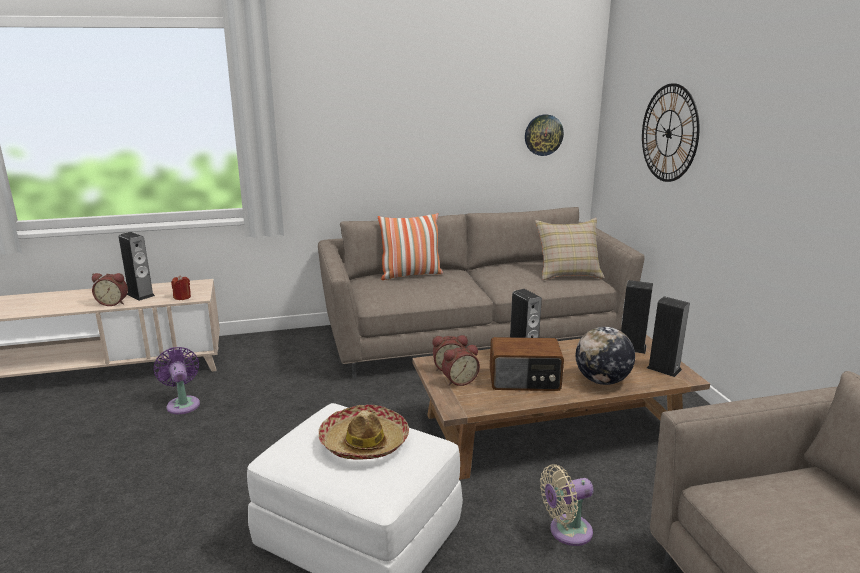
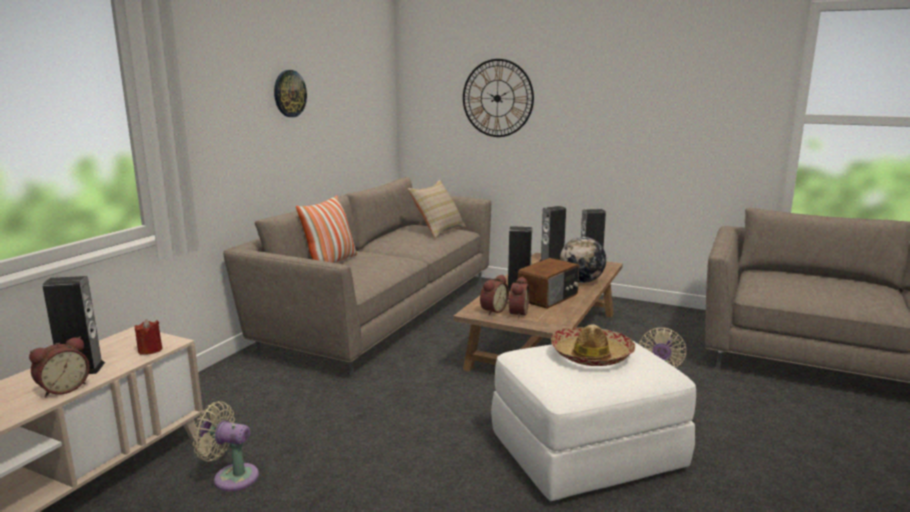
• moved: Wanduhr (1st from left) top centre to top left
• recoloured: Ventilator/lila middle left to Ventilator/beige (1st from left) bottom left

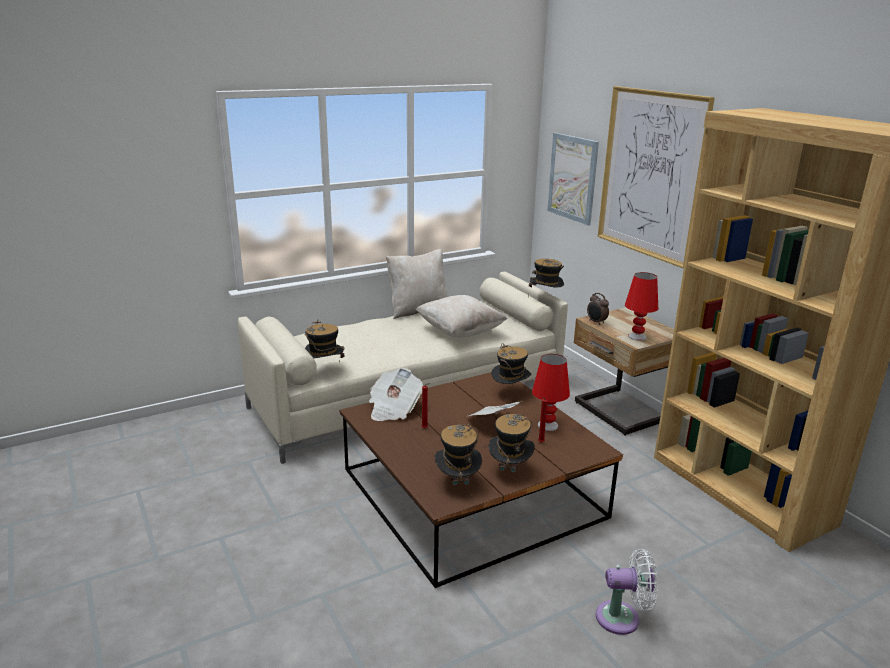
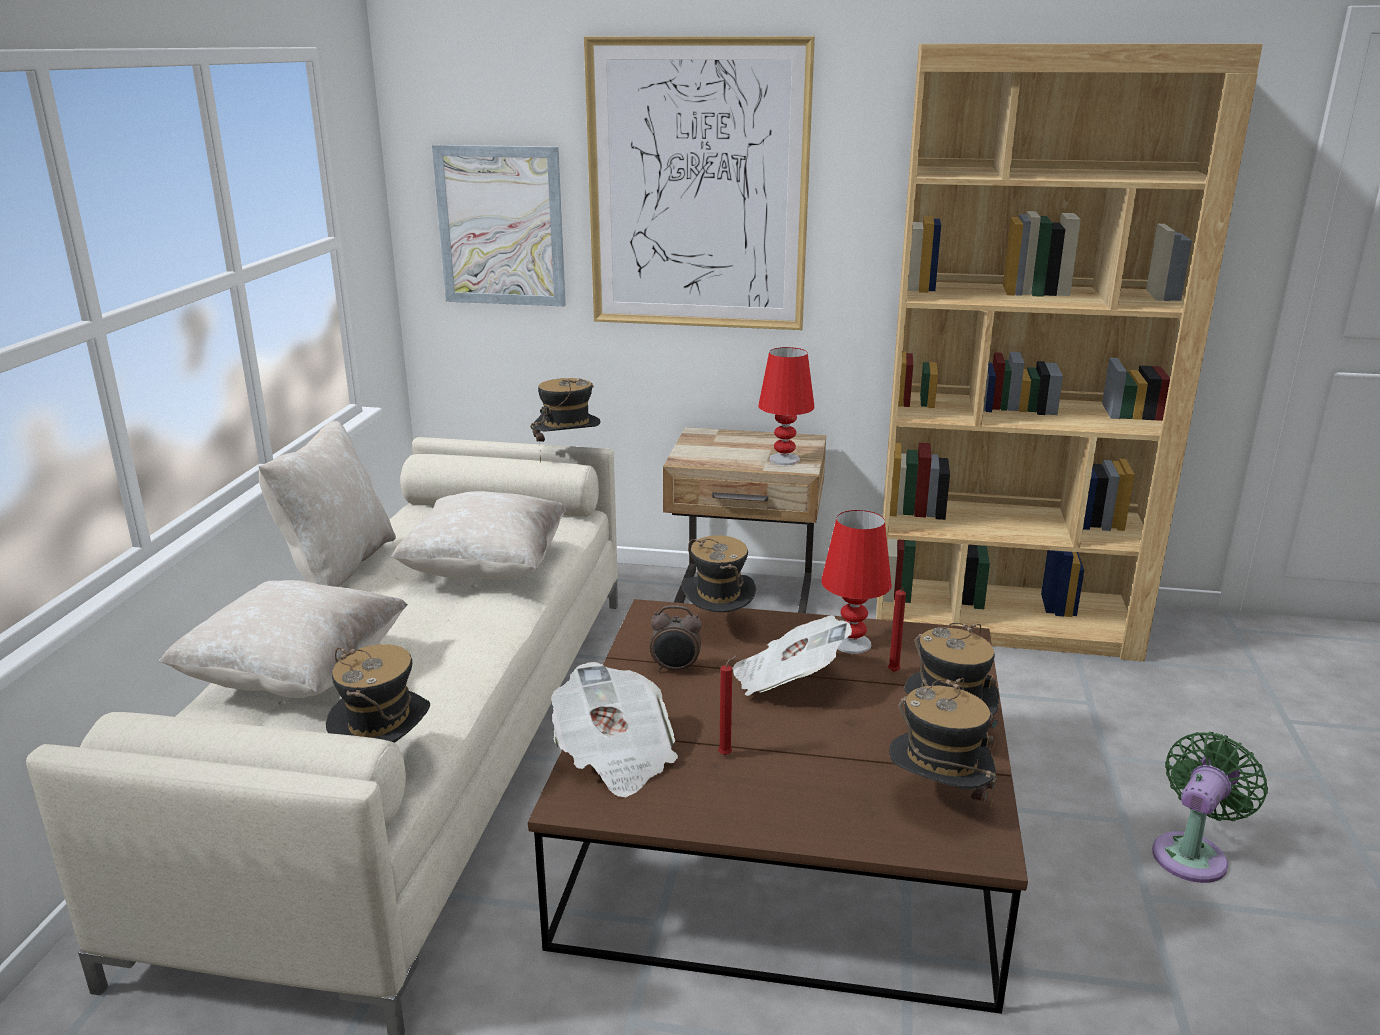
• moved: Wecker middle right to centre
• recoloured: Ventilator/weiß bottom right to Ventilator/grün bottom right
• added: Kissen/beige (1st from left) middle left

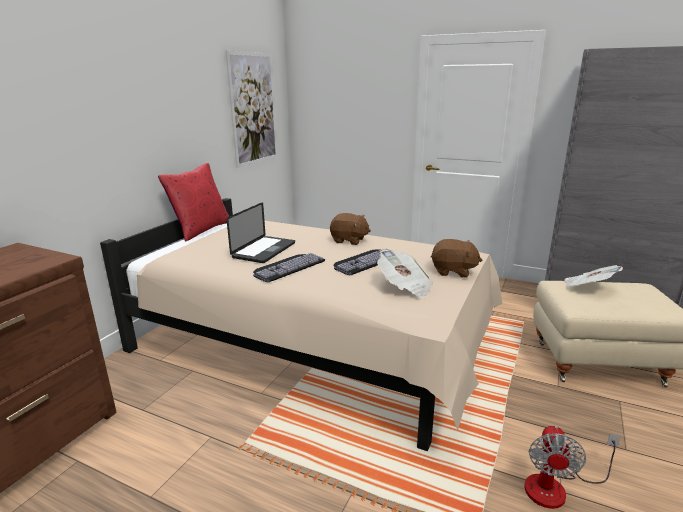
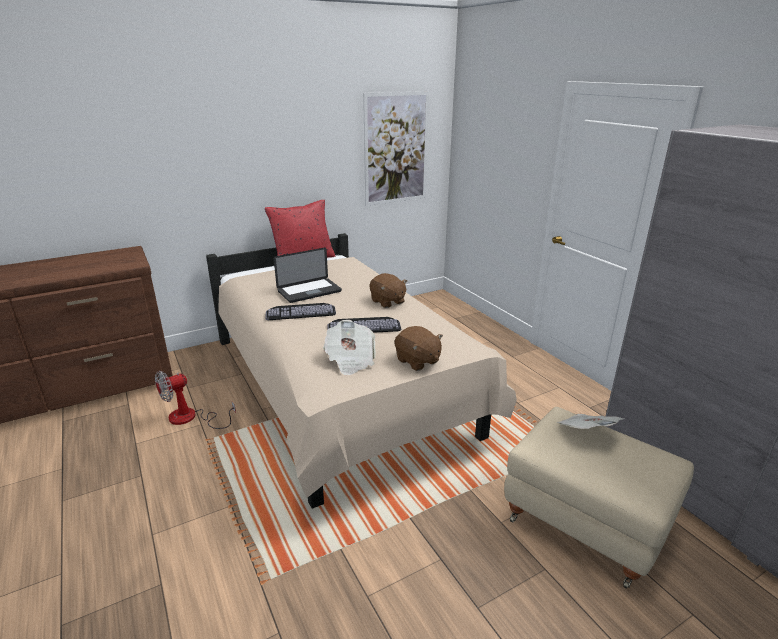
• moved: Ventilator bottom right to middle left

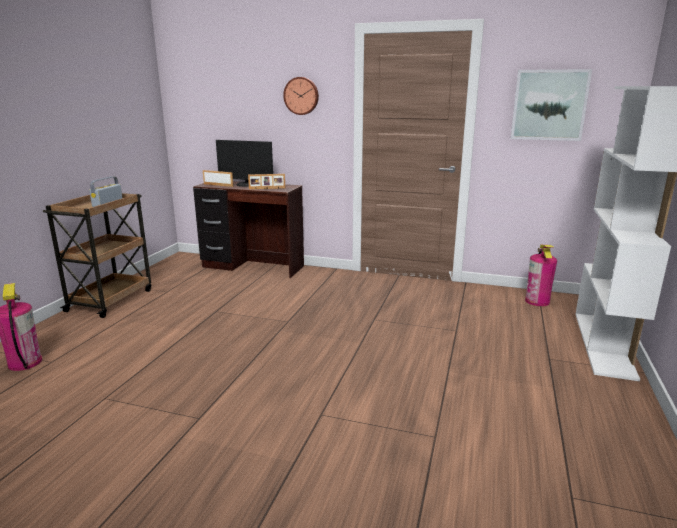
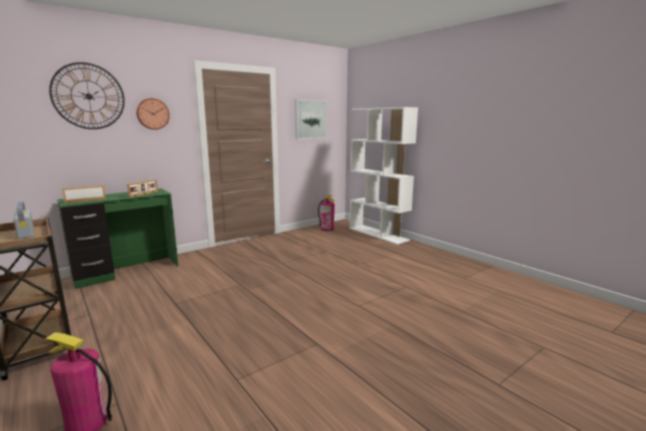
• removed: Monitor top centre
• recoloured: Schreibtisch/braun centre to Schreibtisch/grün middle left
• added: Wanduhr (1st from left) top left

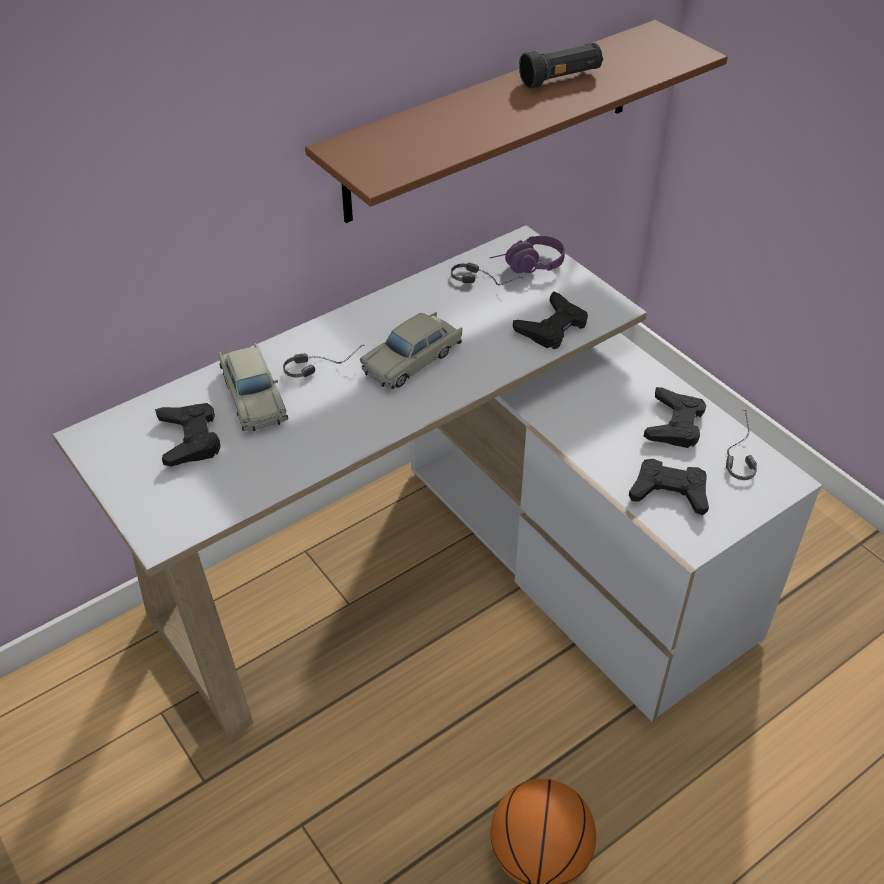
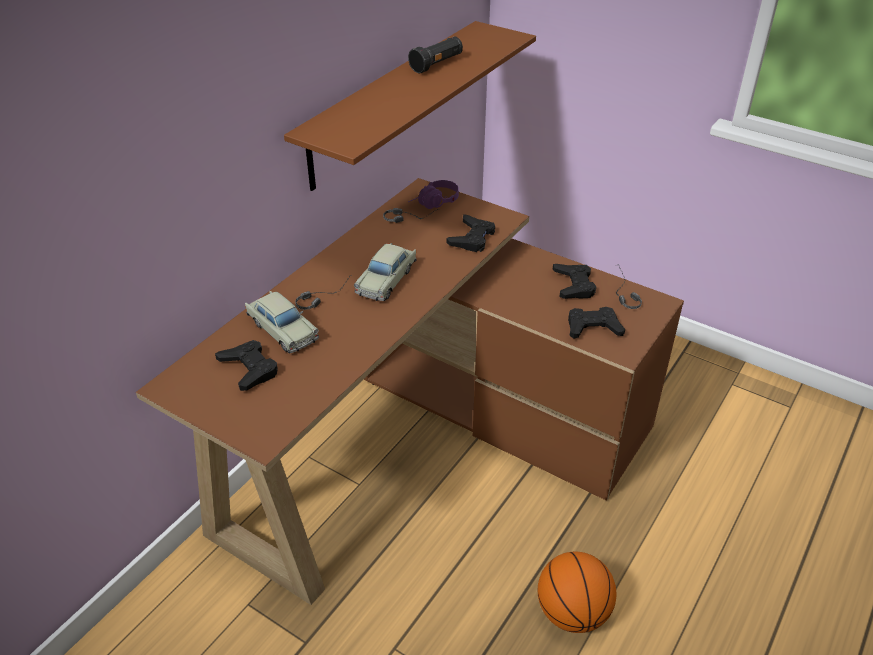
• recoloured: Schreibtisch/weiß centre to Schreibtisch/braun centre

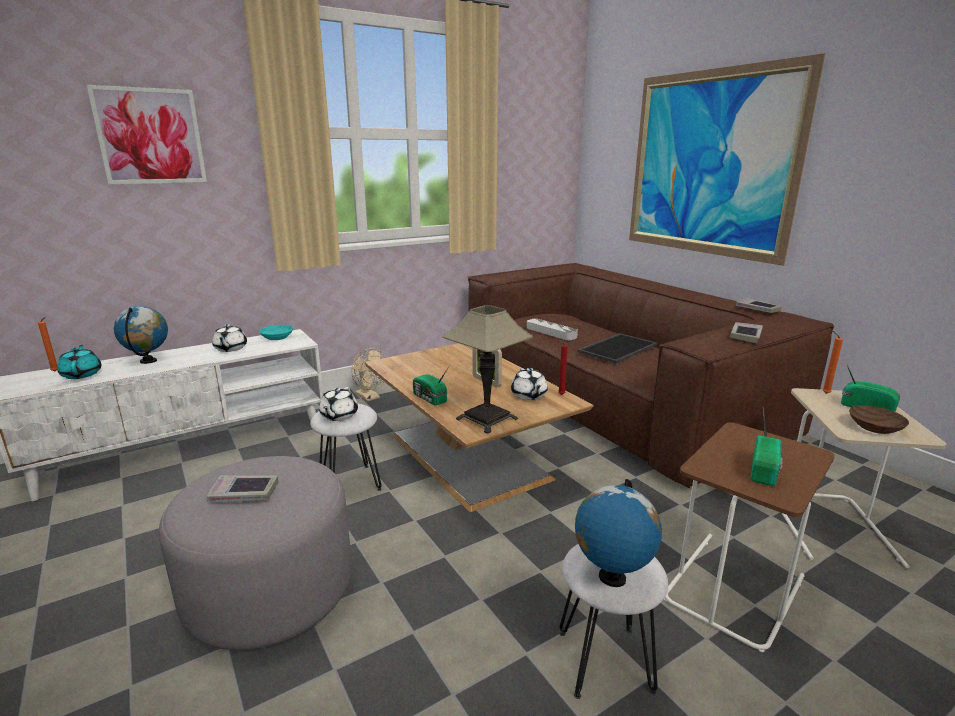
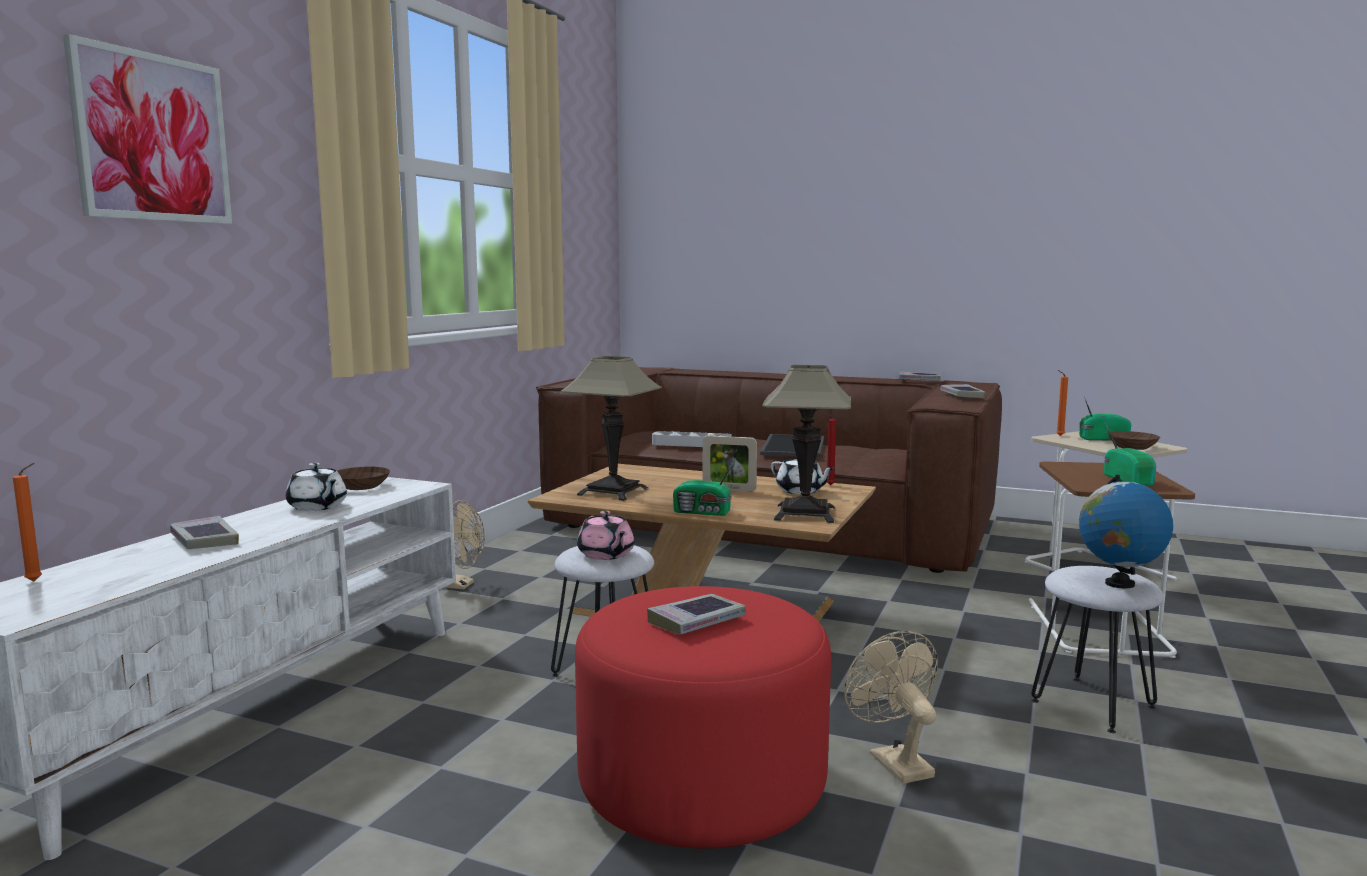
• removed: Bild (2nd from left) top right
• replaced: Globus (1st from left) middle left to Buch (1st from left) middle left
• recoloured: Schüssel/türkis middle left to Schüssel/braun (1st from left) middle left
• removed: Teekanne/türkis middle left
• recoloured: Teekanne/weiß (2nd from left) centre to Teekanne/rosa centre
• recoloured: Polsterhocker/grau bottom left to Polsterhocker/rot bottom centre
• added: Tischlampe (1st from left) centre
• added: Ventilator/beige (2nd from left) bottom centre

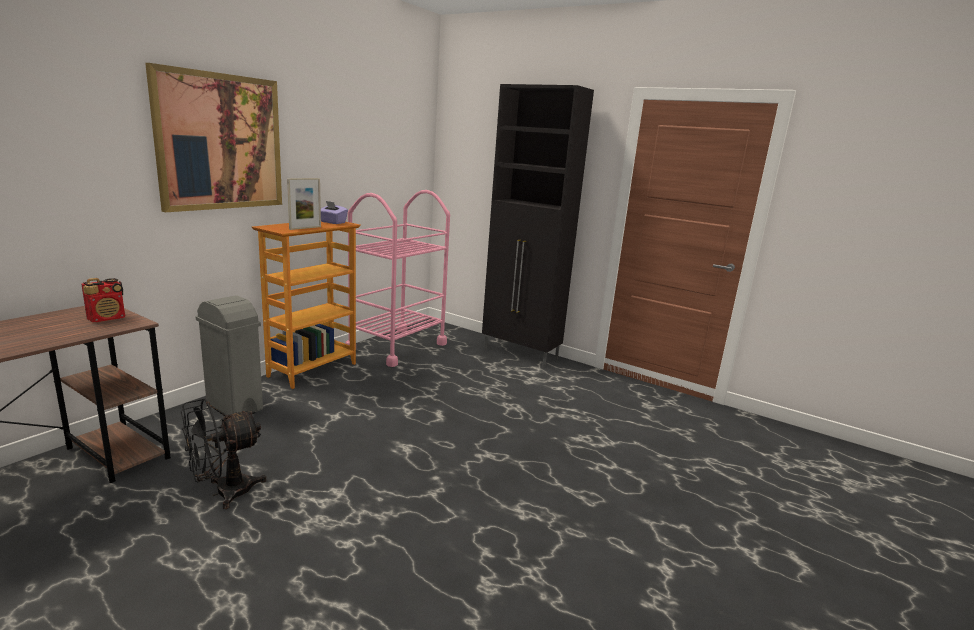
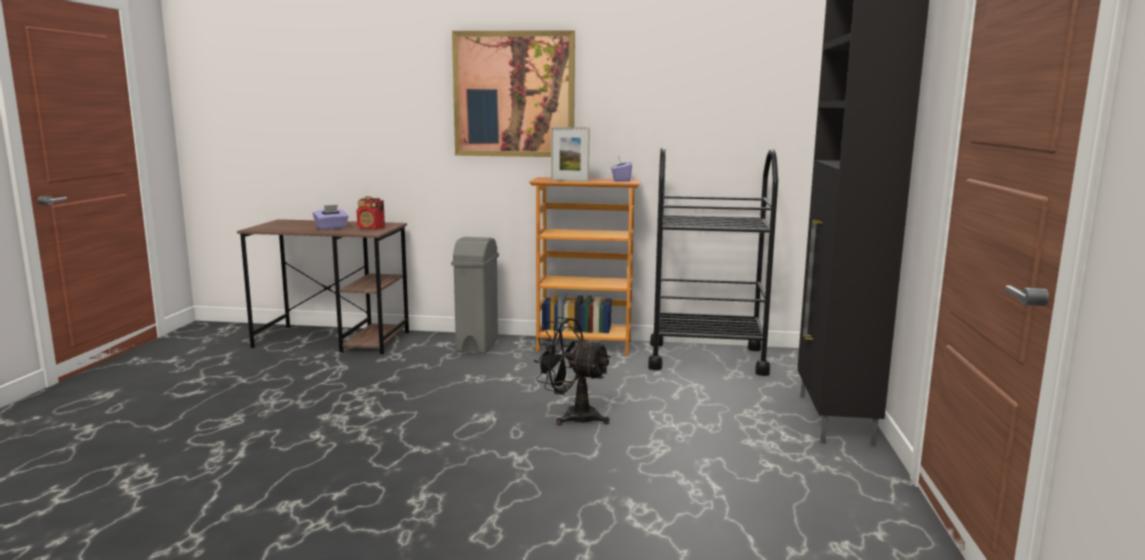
• recoloured: Rollwagen/rosa centre to Rollwagen/schwarz centre
• moved: Ventilator/schwarz bottom left to centre
• added: Taschentuchbox/lila (1st from left) middle left

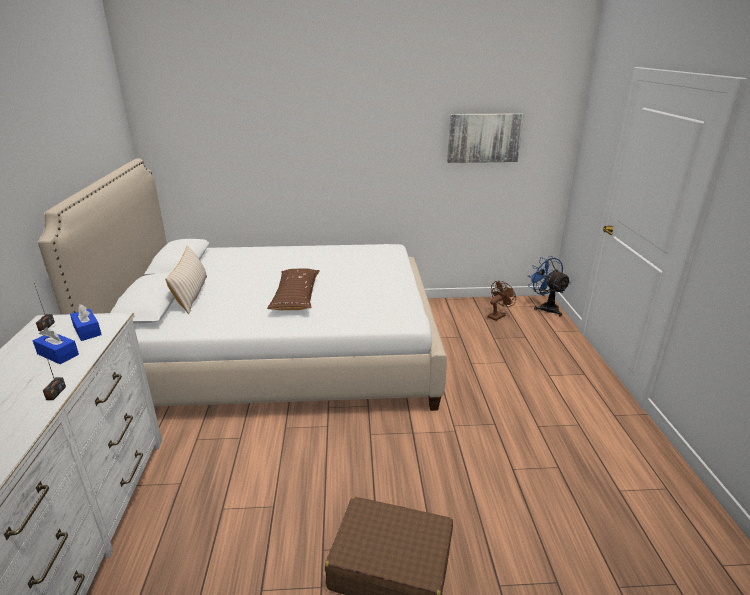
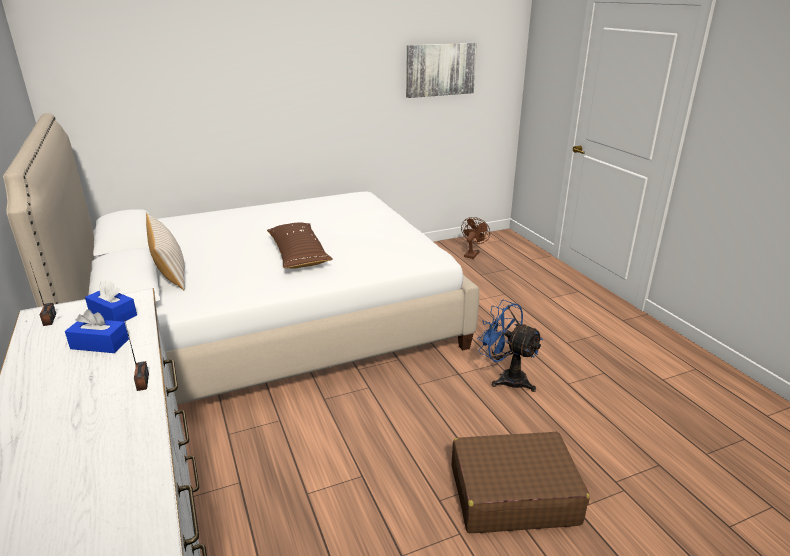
• moved: Ventilator/blau middle right to centre

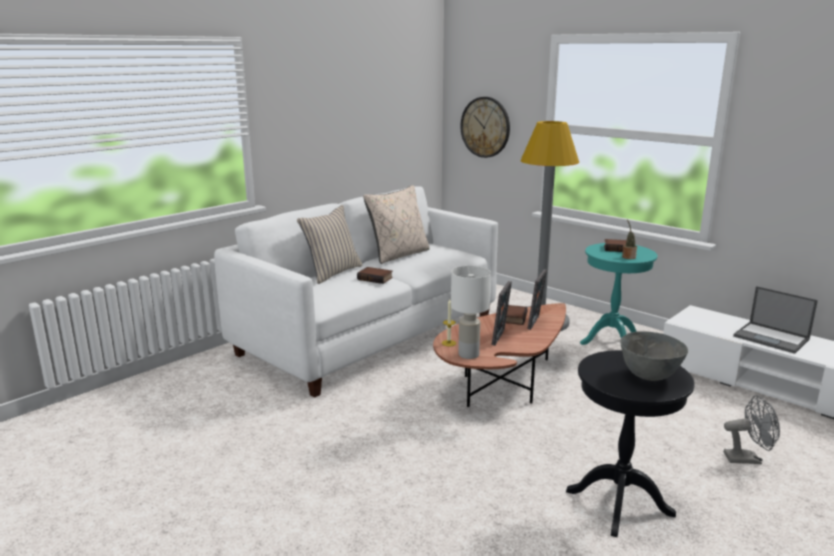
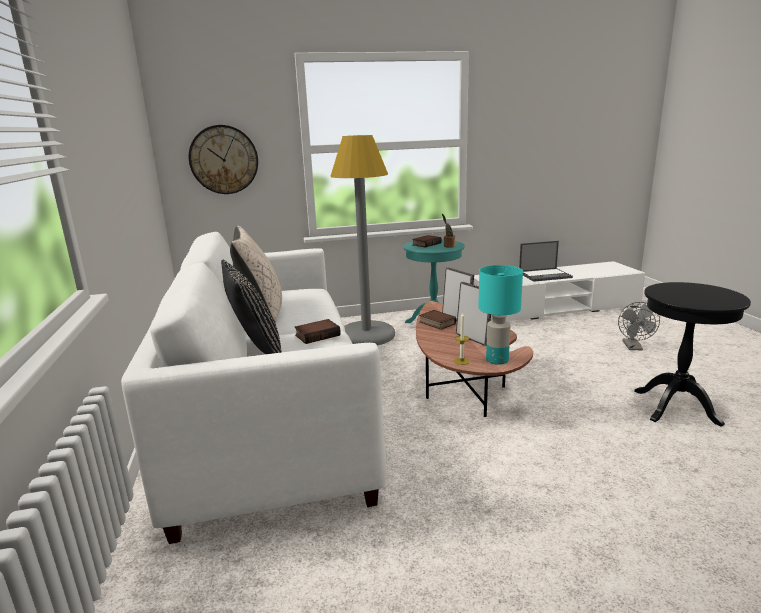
• recoloured: Kissen/beige (1st from left) centre to Kissen/schwarz middle left
• recoloured: Tischlampe/weiß centre to Tischlampe/türkis centre
• removed: Schüssel/grau middle right
• turned: Ventilator/grau bottom right = middle right 150 degrees clockwise

